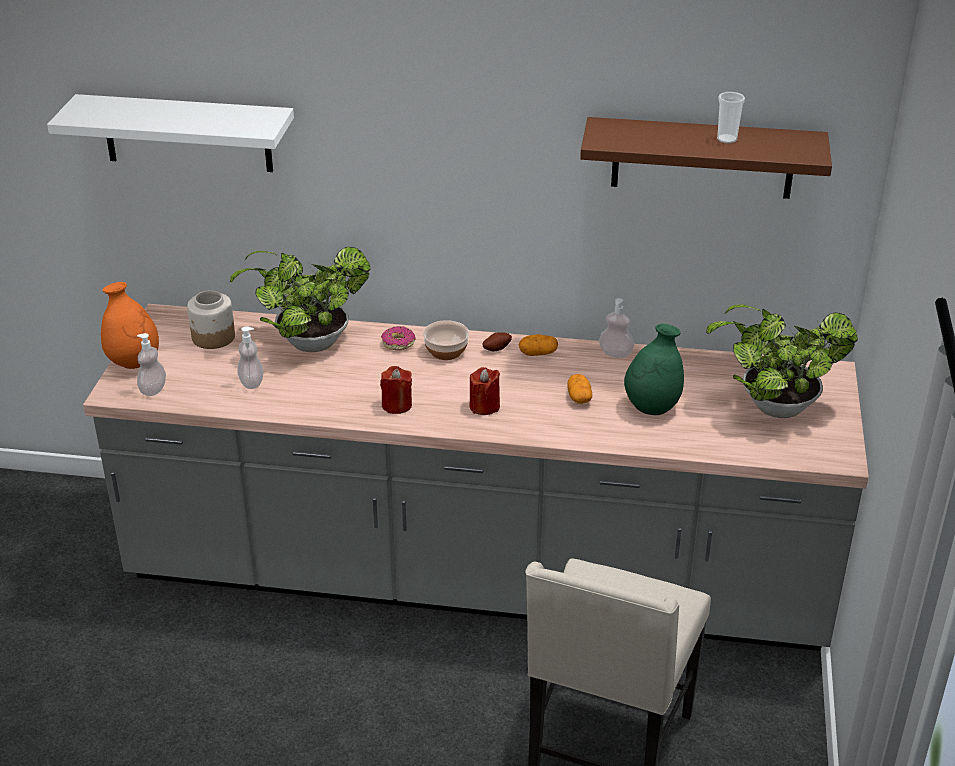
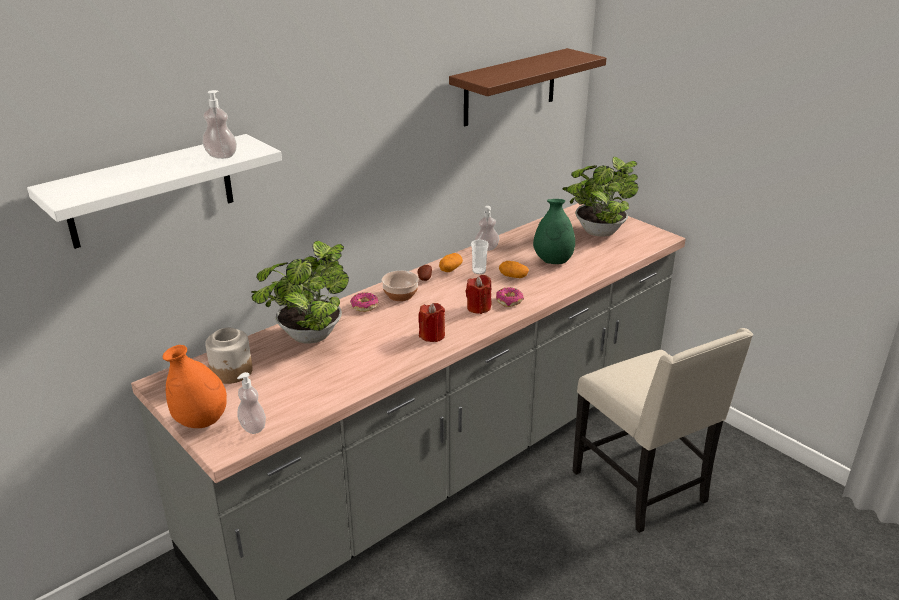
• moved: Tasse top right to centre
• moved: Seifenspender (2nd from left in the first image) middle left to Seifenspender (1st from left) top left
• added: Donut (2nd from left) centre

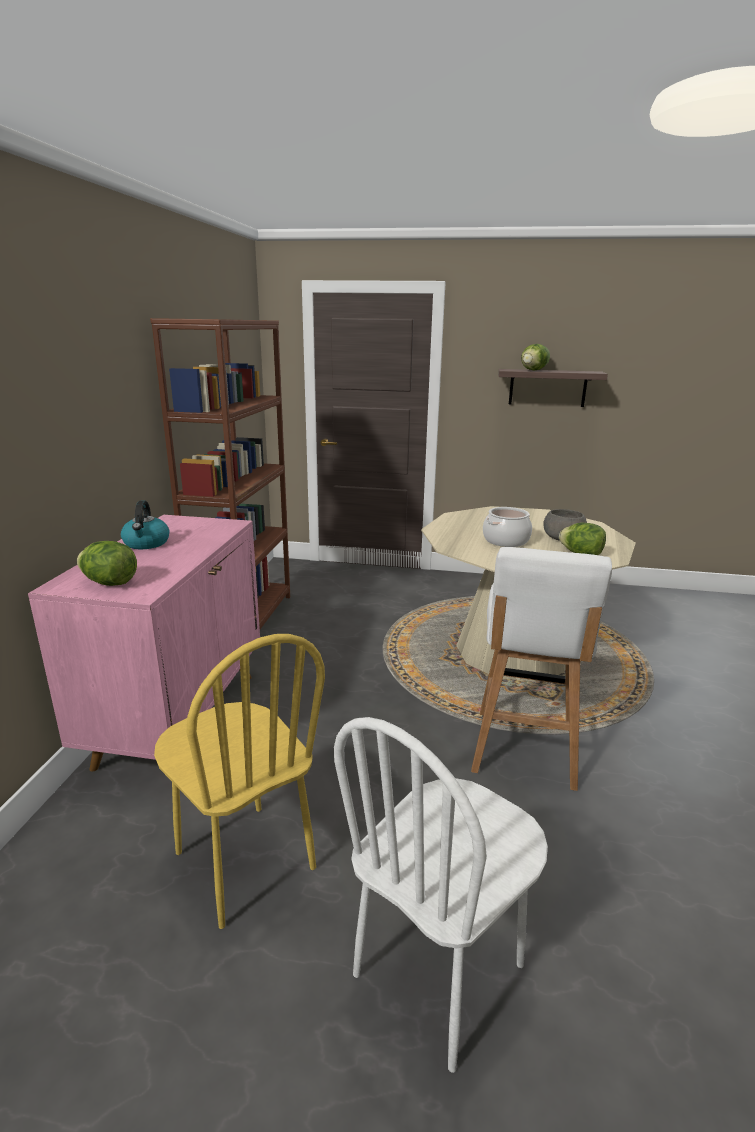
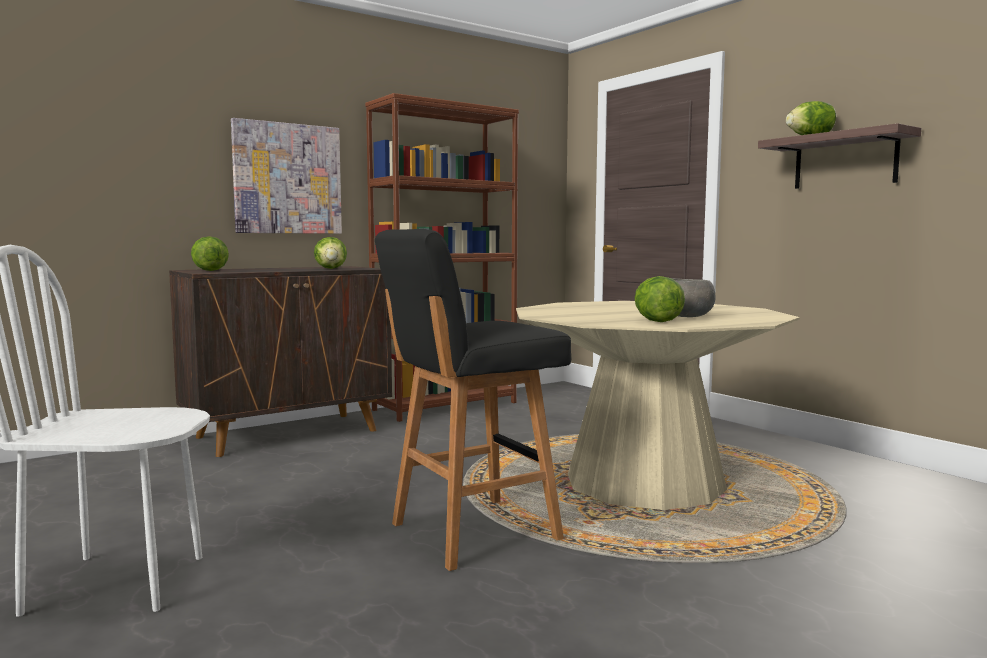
• removed: Wasserkessel middle left
• removed: Kochtopf middle right
• recoloured: Schrank/rosa middle left to Schrank/braun middle left
• recoloured: Hocker/weiß middle right to Hocker/schwarz centre
• removed: Stuhl/gelb bottom left
• added: Bild top left
• added: Salatkopf (2nd from left) centre

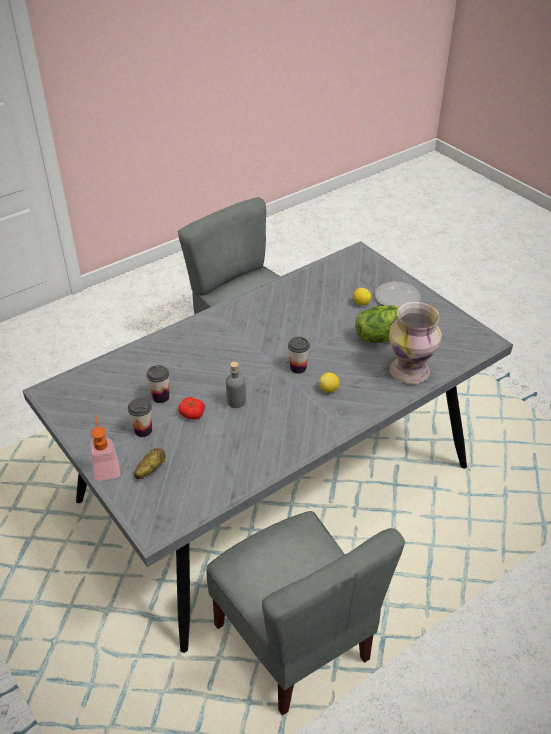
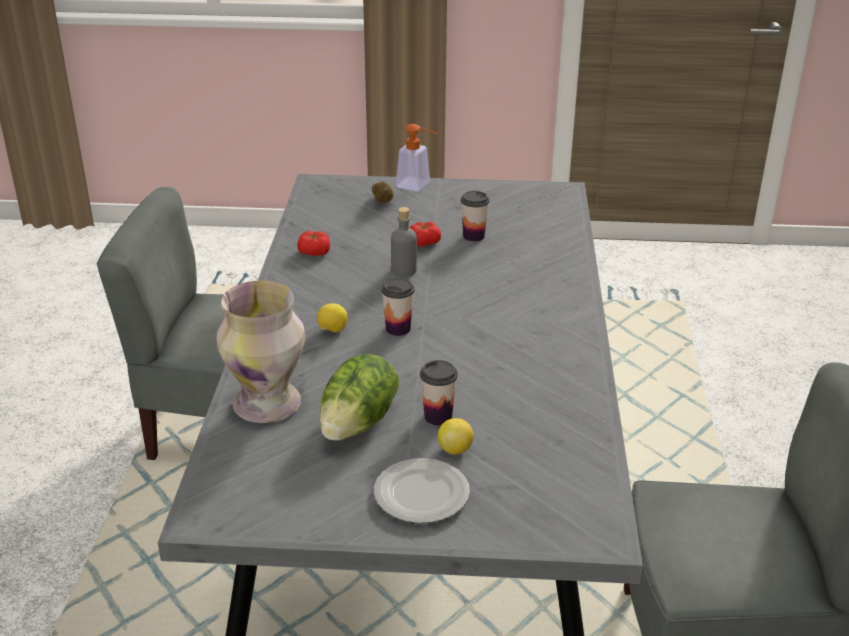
• moved: Tasse (1st from left in the first image) middle left to Tasse (2nd from left) centre
• added: Tomate (1st from left) centre

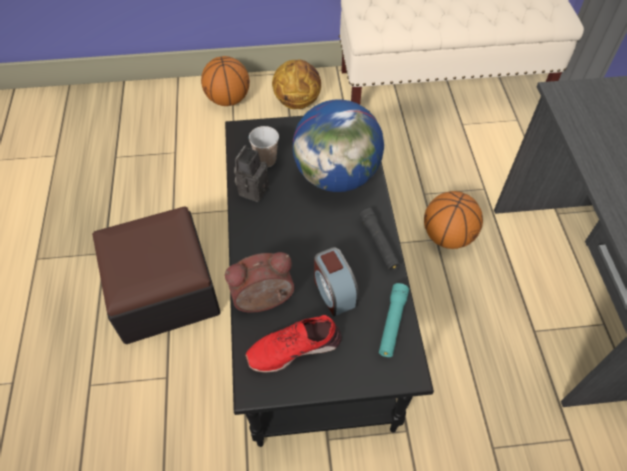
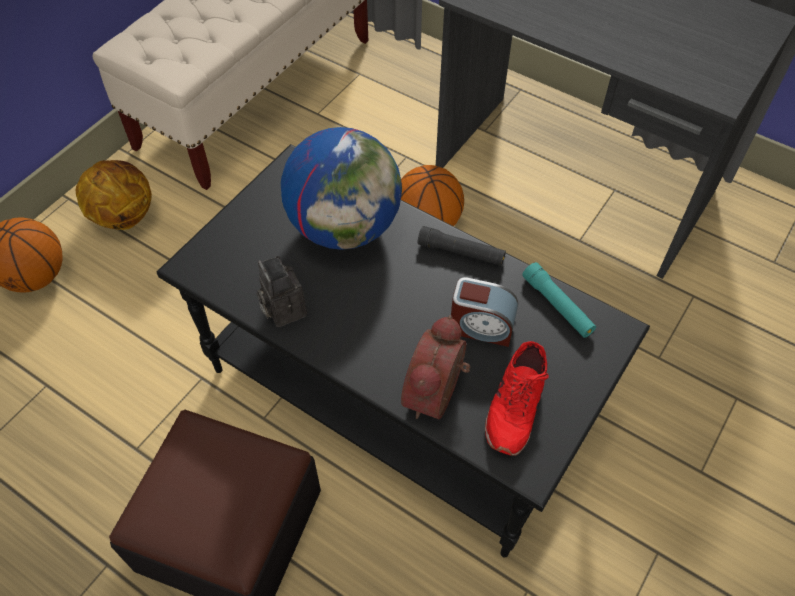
• removed: Tasse top centre

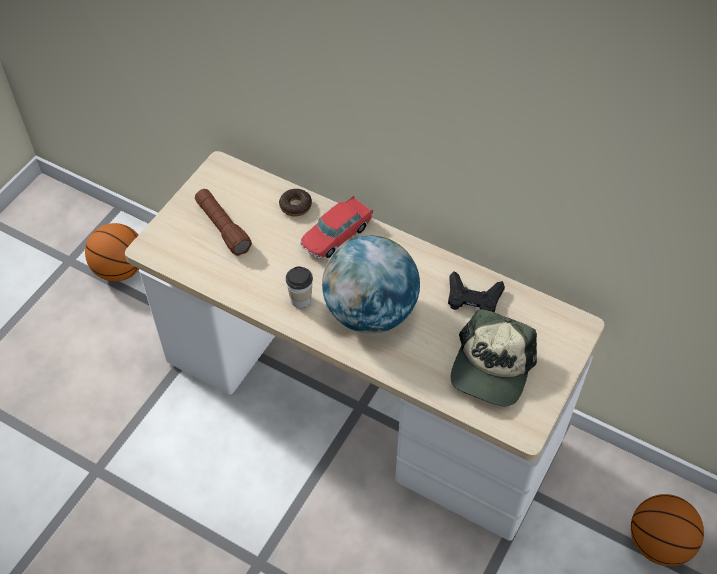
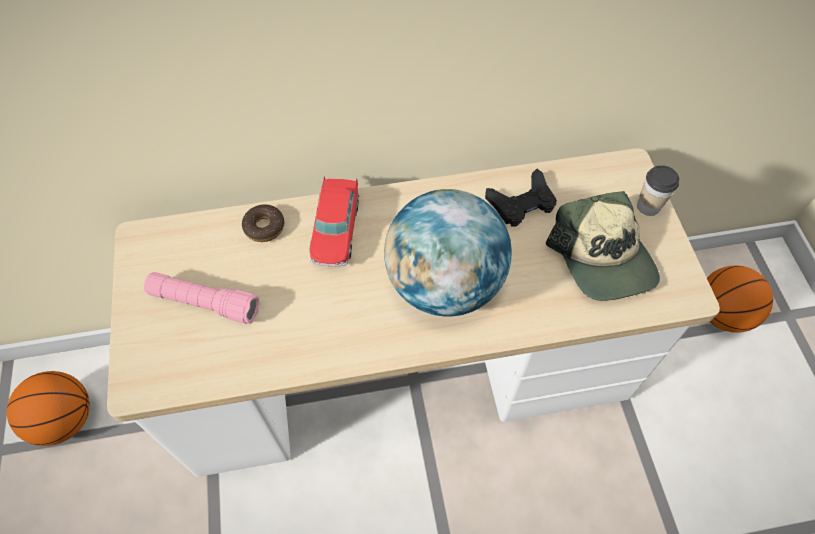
• recoloured: Taschenlampe/braun middle left to Taschenlampe/rosa middle left
• moved: Tasse centre to middle right

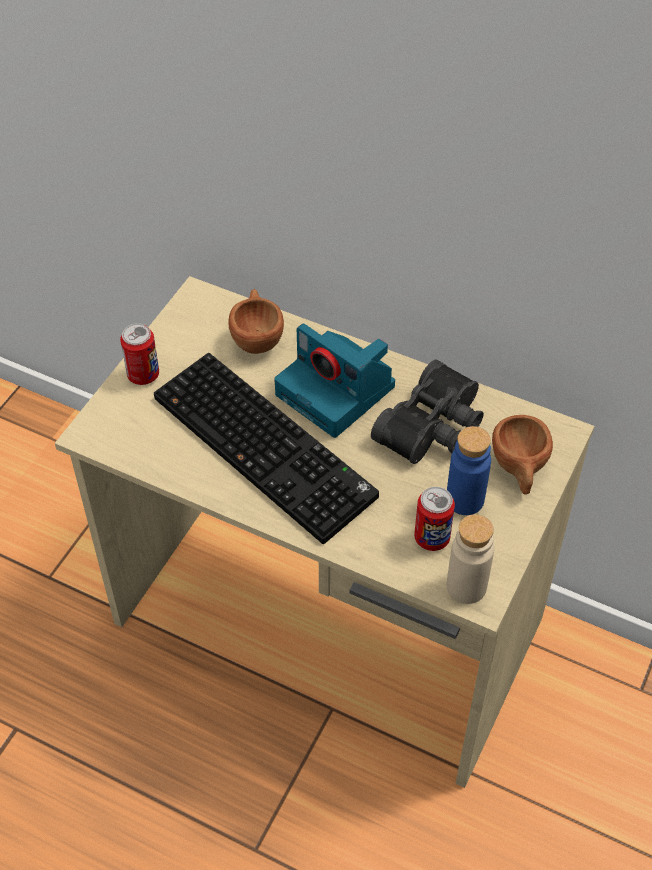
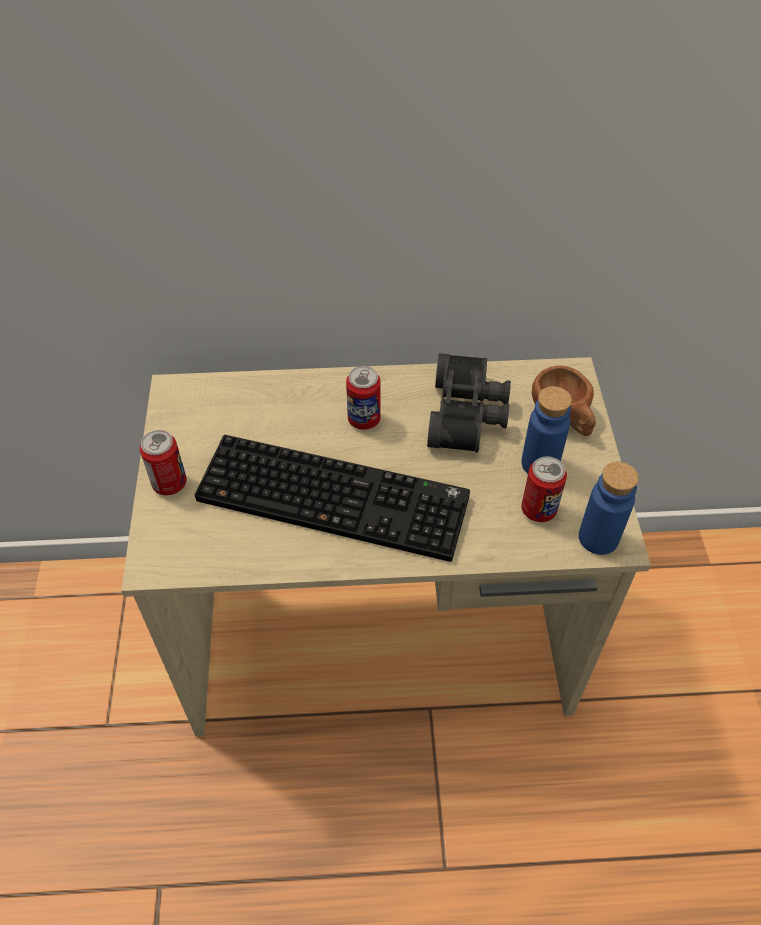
• removed: Tasse/braun (1st from left) centre
• replaced: Kamera centre to Dose (2nd from left) centre
• recoloured: Flasche/beige middle right to Flasche/blau (2nd from left) middle right

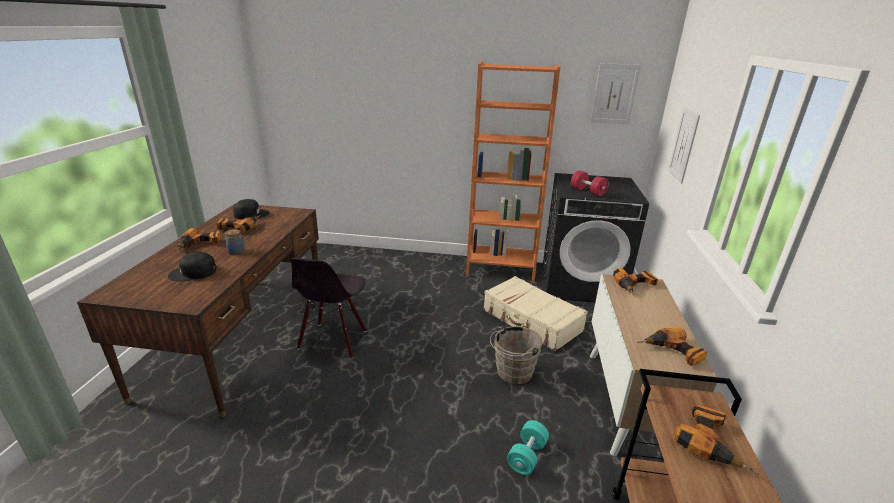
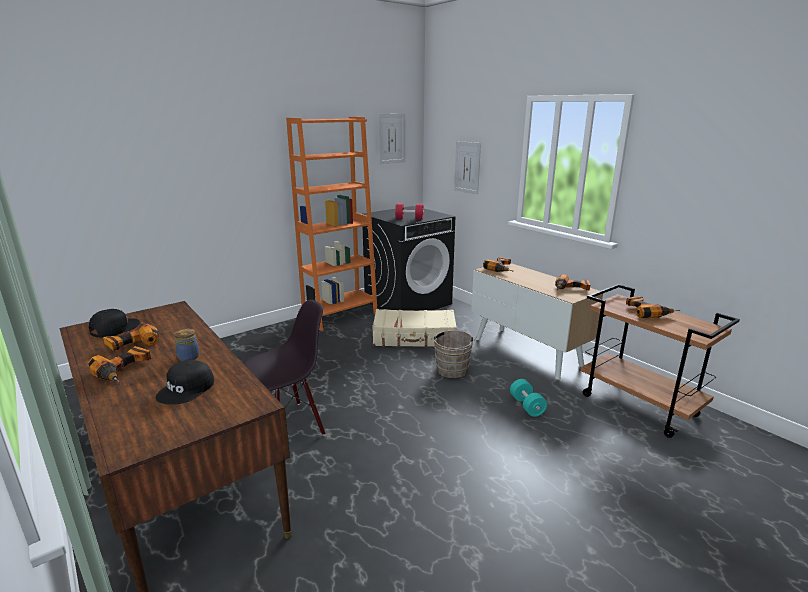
• turned: Stuhl/schwarz centre = centre 90 degrees counterclockwise

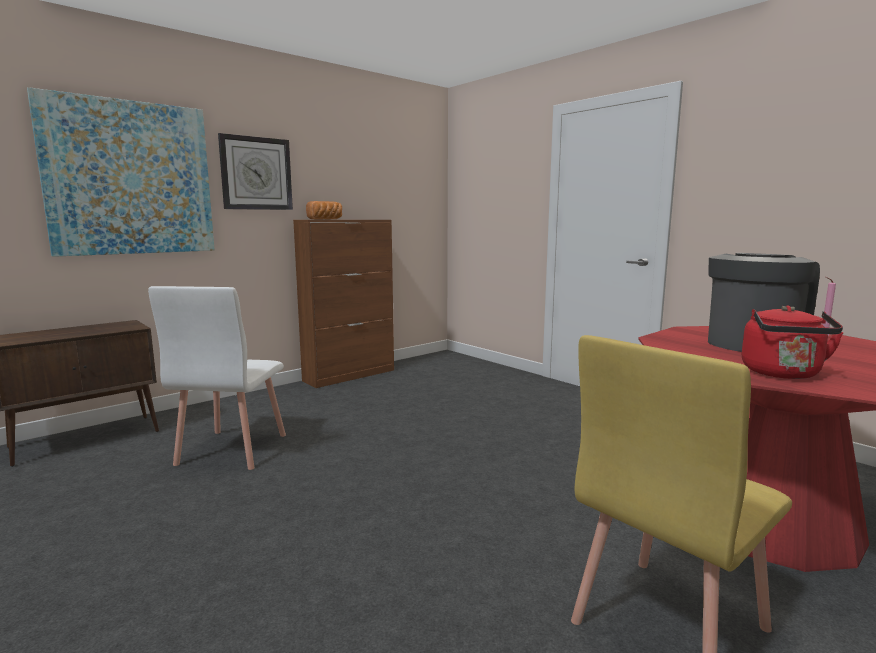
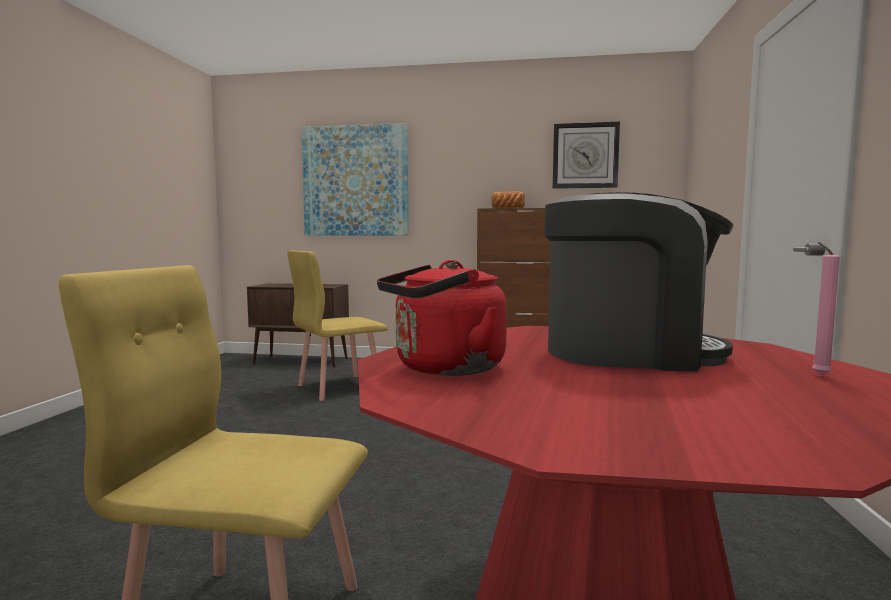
• moved: Wanduhr top left to top centre
• recoloured: Stuhl/weiß middle left to Stuhl/gelb (2nd from left) centre

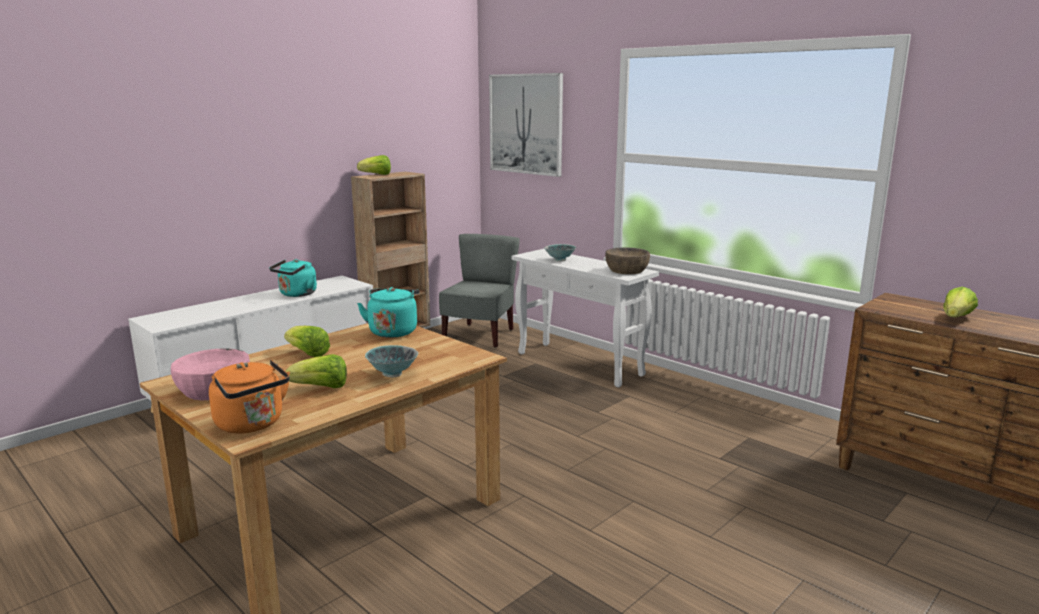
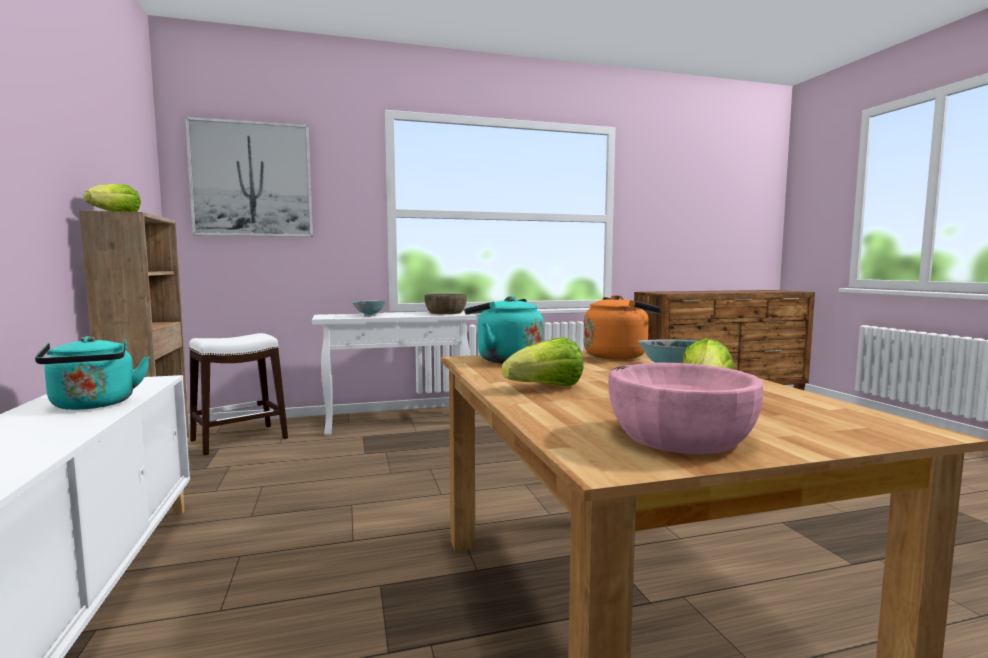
• replaced: Stuhl/grau centre to Hocker/weiß middle left
• removed: Salatkopf (4th from left) middle right
• moved: Wasserkessel/orange middle left to centre

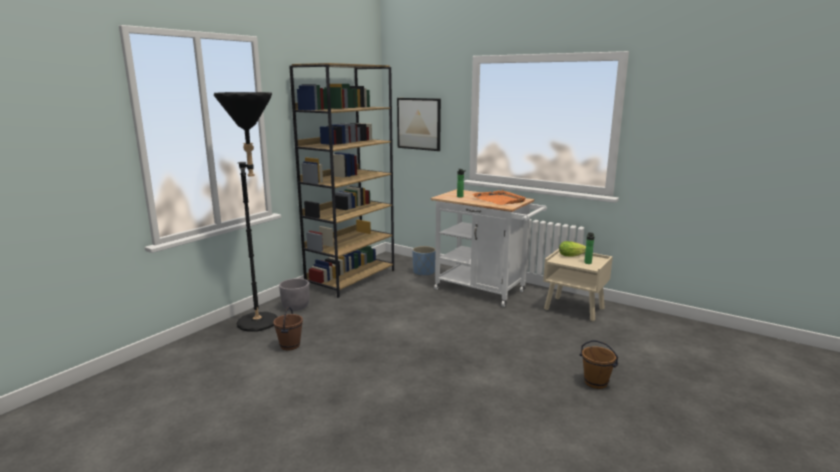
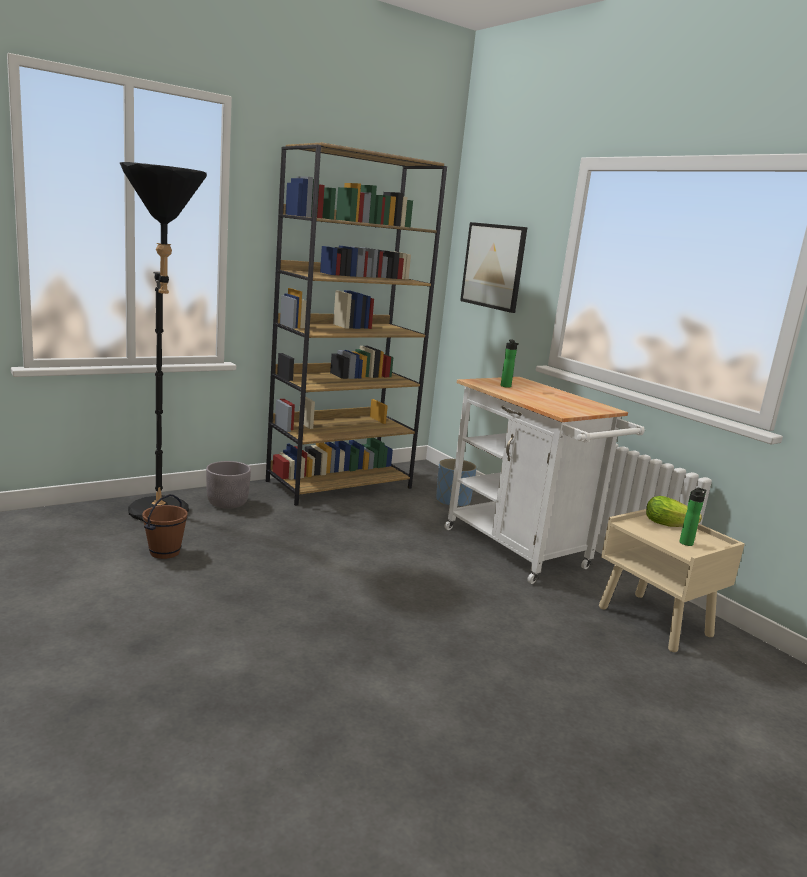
• removed: Tablett/orange centre
• removed: Eimer/braun (2nd from left) bottom right

